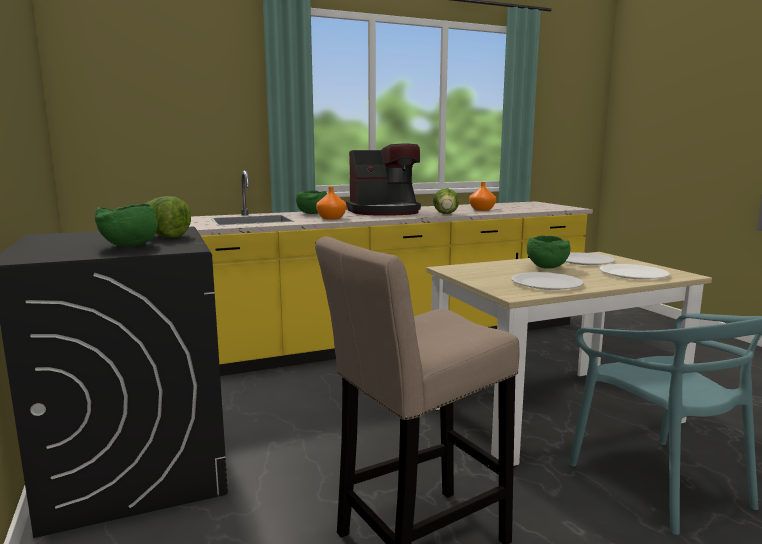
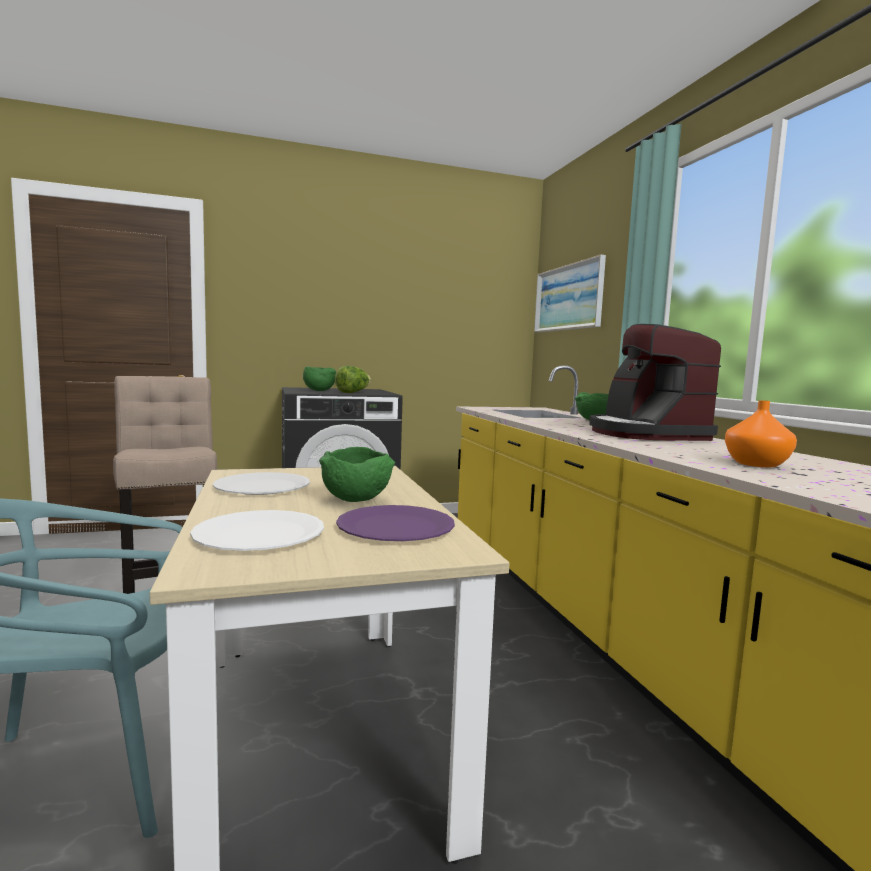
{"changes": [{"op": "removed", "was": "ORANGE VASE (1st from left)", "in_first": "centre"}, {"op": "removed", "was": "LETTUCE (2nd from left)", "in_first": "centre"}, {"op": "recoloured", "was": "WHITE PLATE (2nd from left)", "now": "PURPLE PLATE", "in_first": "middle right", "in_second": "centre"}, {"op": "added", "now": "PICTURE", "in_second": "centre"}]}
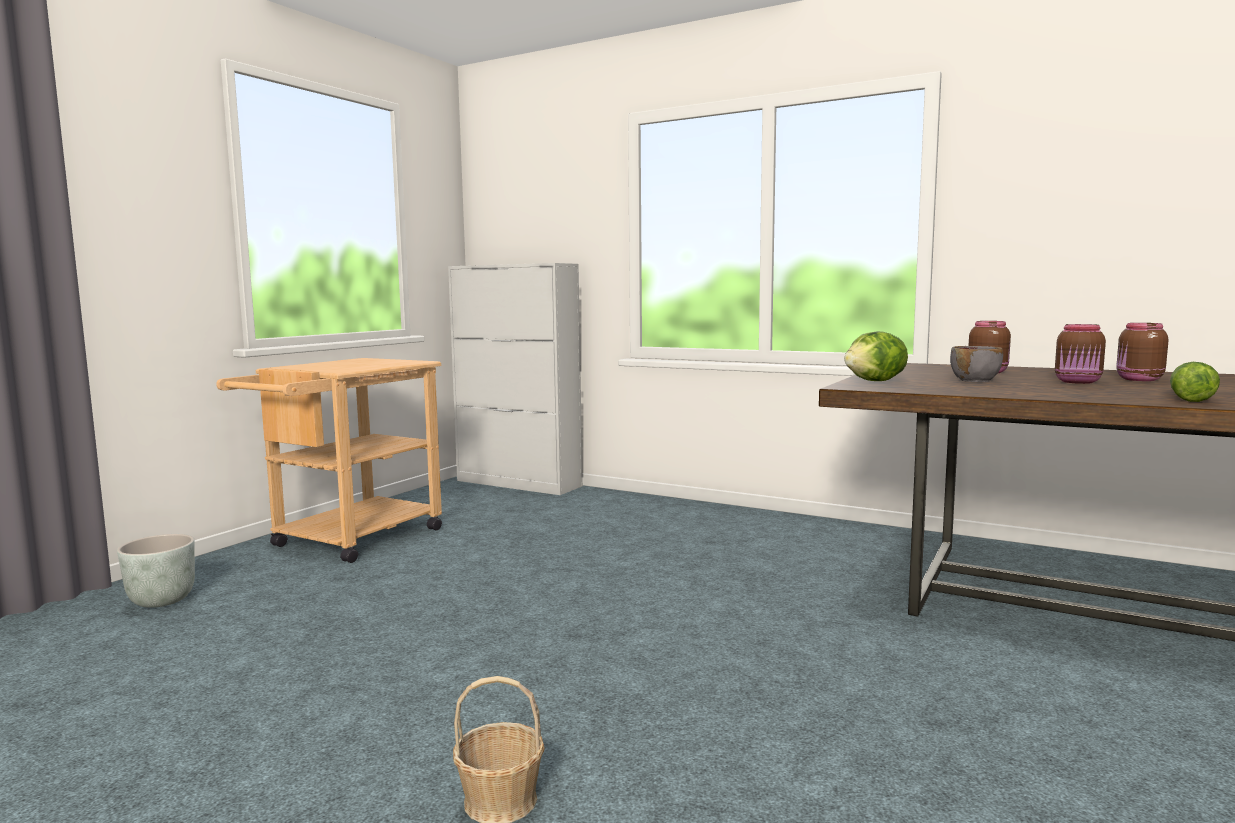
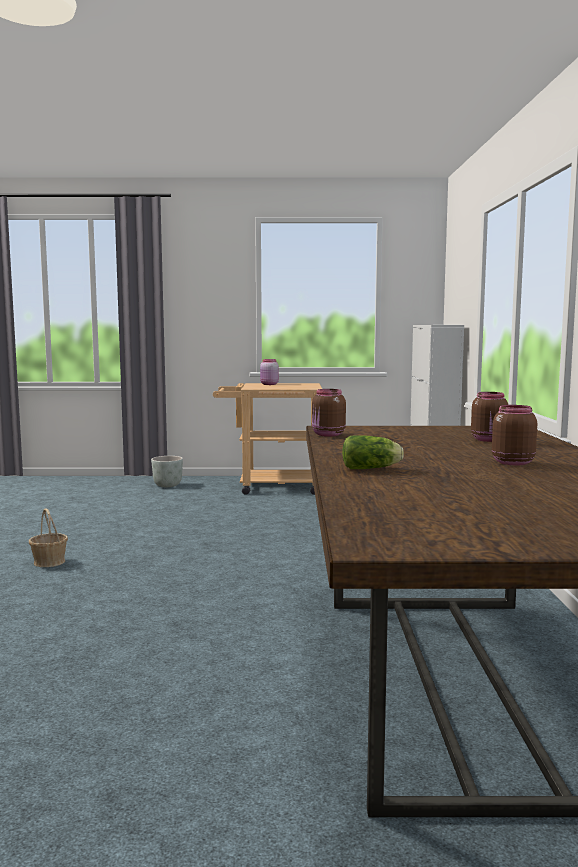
{"changes": [{"op": "moved", "was": "BROWN JAR (2nd from left in the first image)", "now": "BROWN JAR (1st from left)", "in_first": "middle right", "in_second": "centre"}, {"op": "removed", "was": "LETTUCE (1st from left)", "in_first": "middle right"}, {"op": "removed", "was": "GREY BOWL", "in_first": "middle right"}, {"op": "added", "now": "PINK JAR", "in_second": "centre"}]}
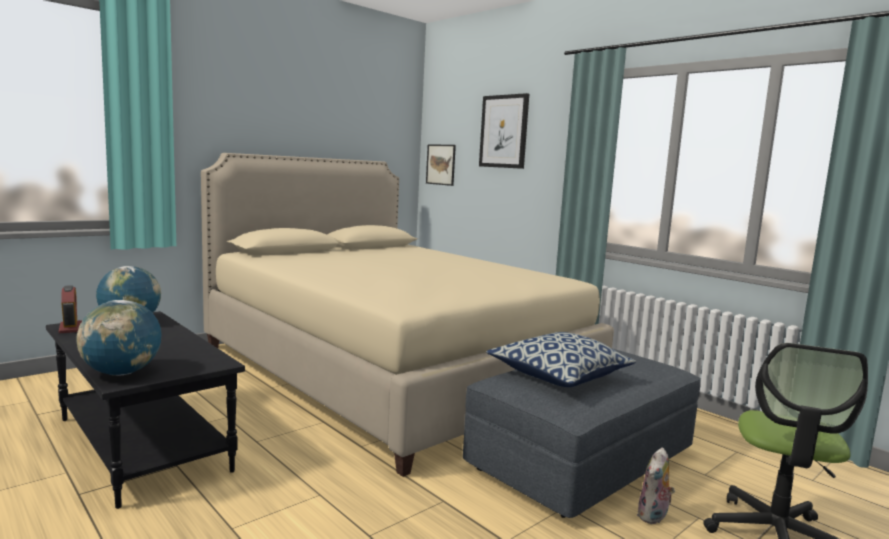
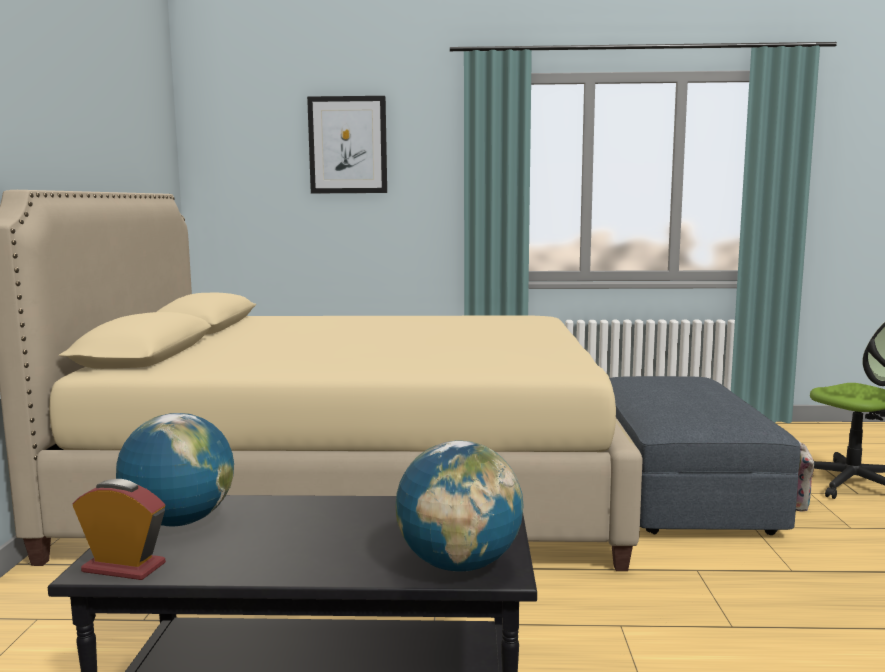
{"changes": [{"op": "removed", "was": "PICTURE (1st from left)", "in_first": "top centre"}, {"op": "removed", "was": "PILLOW", "in_first": "centre"}]}
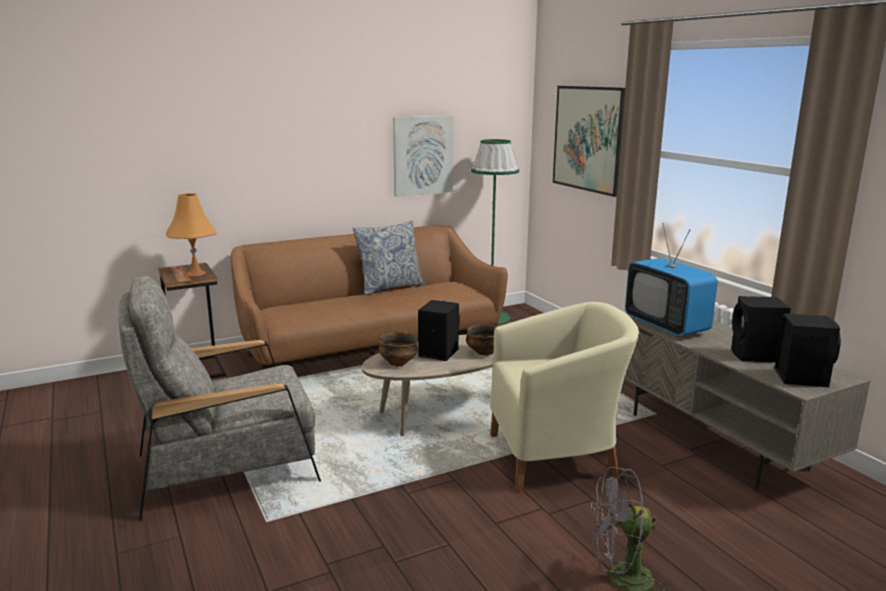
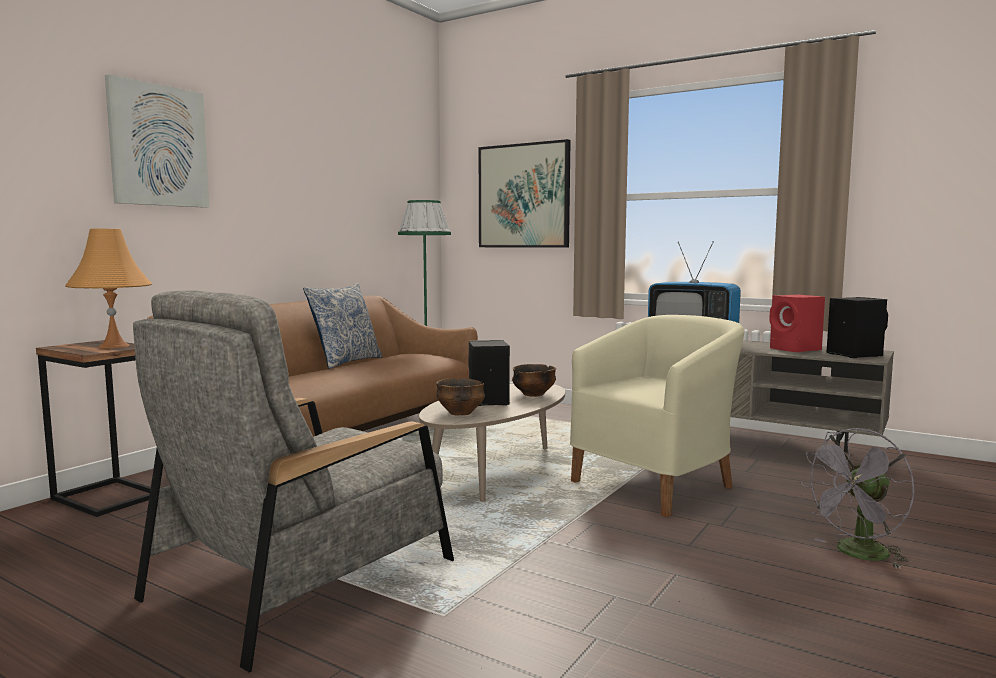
{"changes": [{"op": "moved", "was": "PICTURE (1st from left)", "in_first": "top centre", "in_second": "top left"}, {"op": "recoloured", "was": "BLACK SPEAKER (2nd from left)", "now": "RED SPEAKER", "in_first": "middle right", "in_second": "middle right"}]}
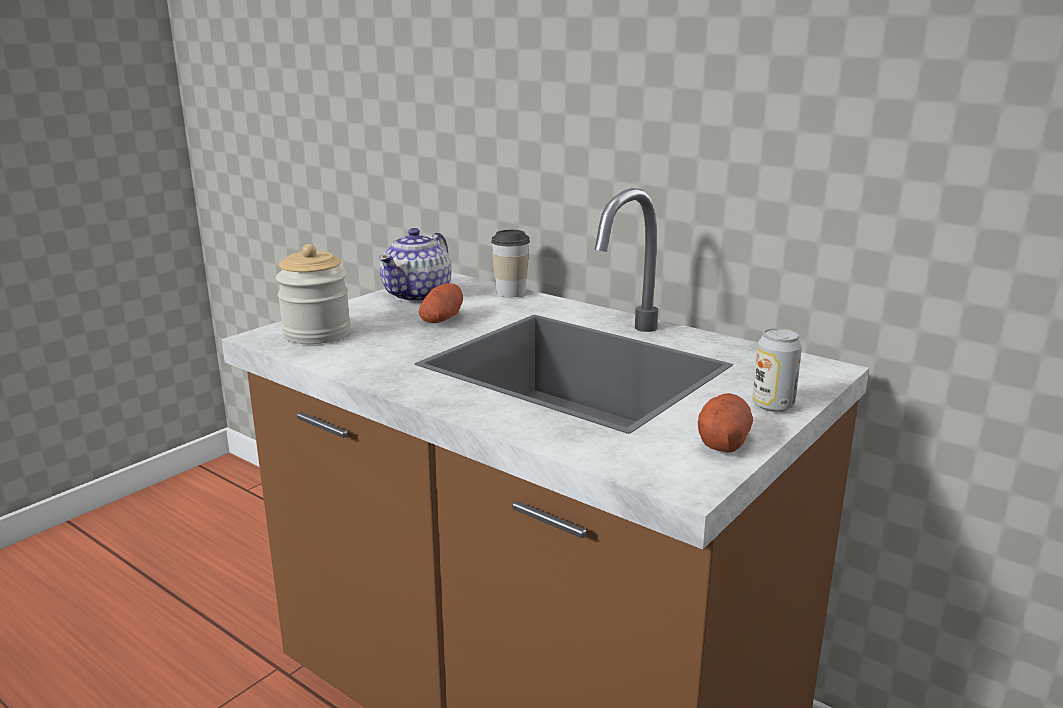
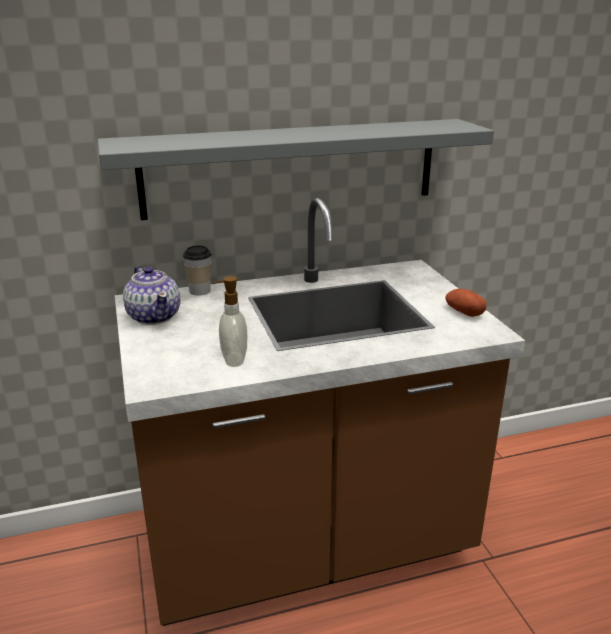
{"changes": [{"op": "removed", "was": "JAR", "in_first": "middle left"}, {"op": "removed", "was": "POTATO (1st from left)", "in_first": "centre"}, {"op": "removed", "was": "CAN", "in_first": "middle right"}, {"op": "added", "now": "GREY SHELF", "in_second": "top centre"}, {"op": "added", "now": "SOAP DISPENSER", "in_second": "centre"}]}
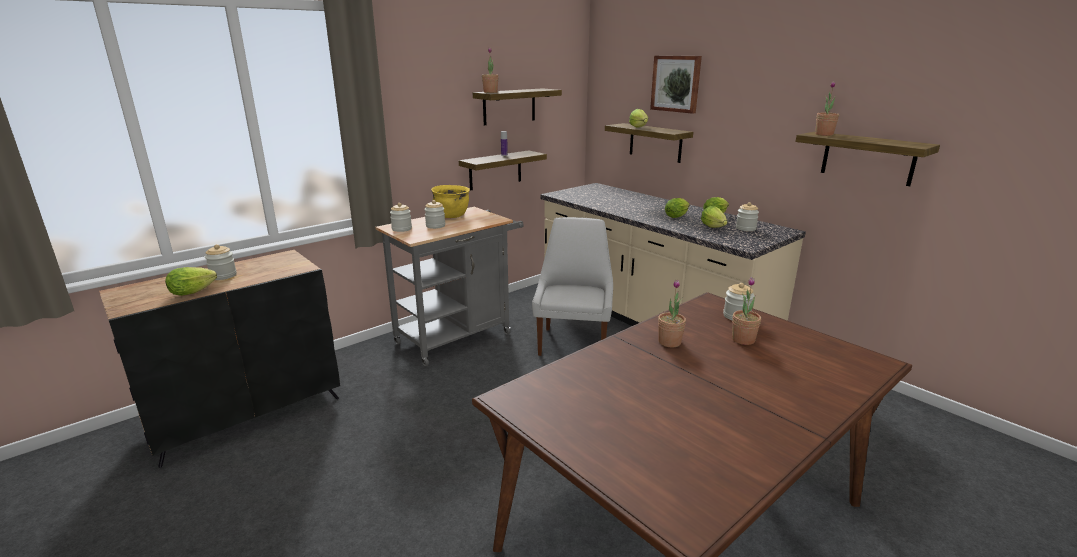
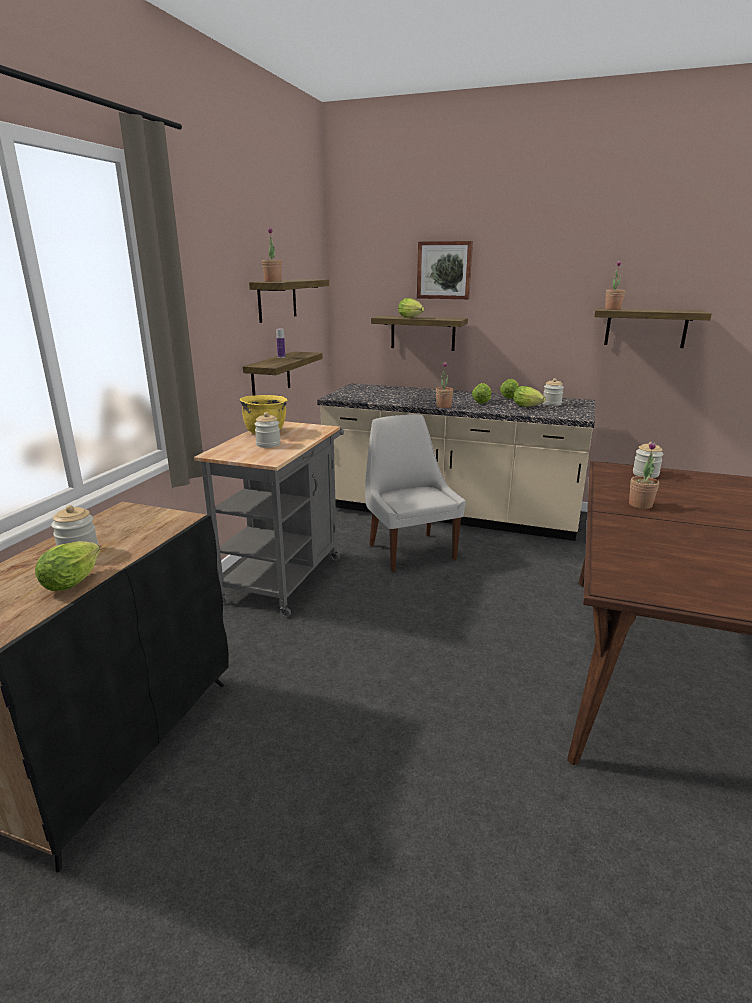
{"changes": [{"op": "removed", "was": "JAR (2nd from left)", "in_first": "centre"}, {"op": "moved", "was": "POTTED PLANT (3rd from left in the first image)", "now": "POTTED PLANT (2nd from left)", "in_first": "middle right", "in_second": "centre"}]}
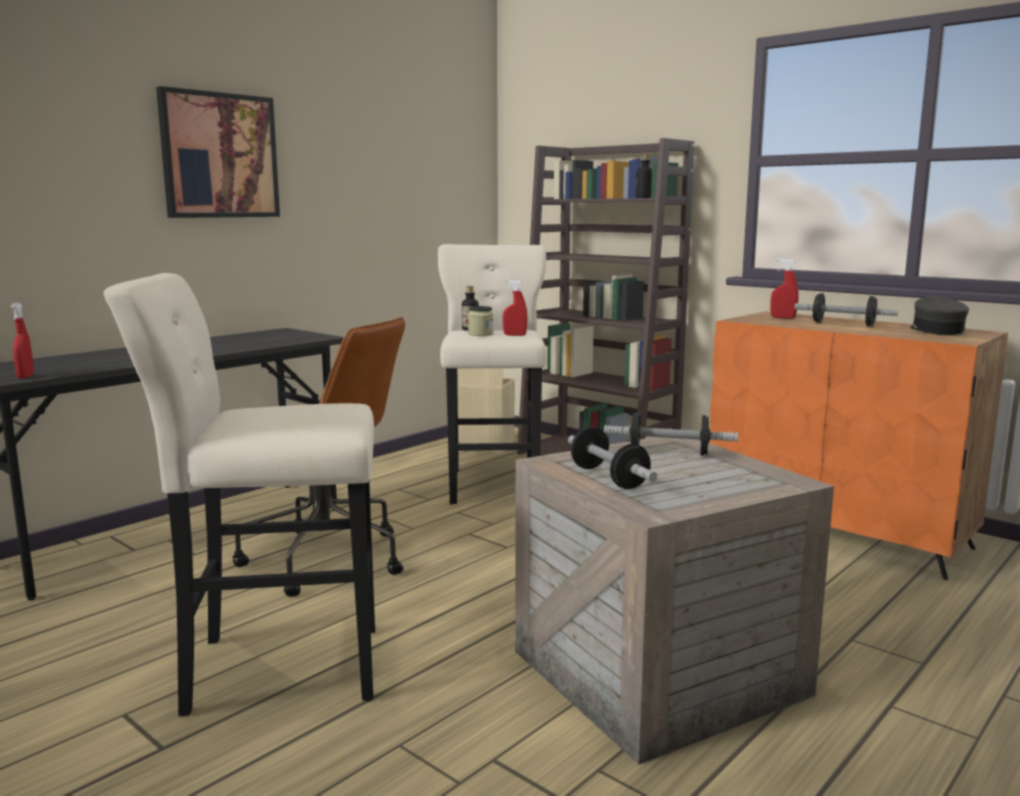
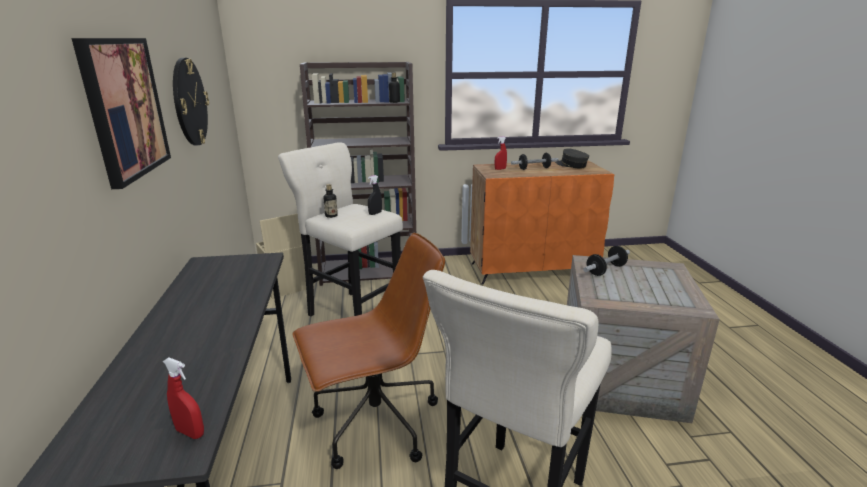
{"changes": [{"op": "recoloured", "was": "RED SPRAY BOTTLE (2nd from left)", "now": "BLACK SPRAY BOTTLE", "in_first": "centre", "in_second": "centre"}, {"op": "removed", "was": "JAR", "in_first": "centre"}, {"op": "removed", "was": "DUMBBELL (1st from left)", "in_first": "centre"}, {"op": "added", "now": "WALL CLOCK", "in_second": "top left"}]}
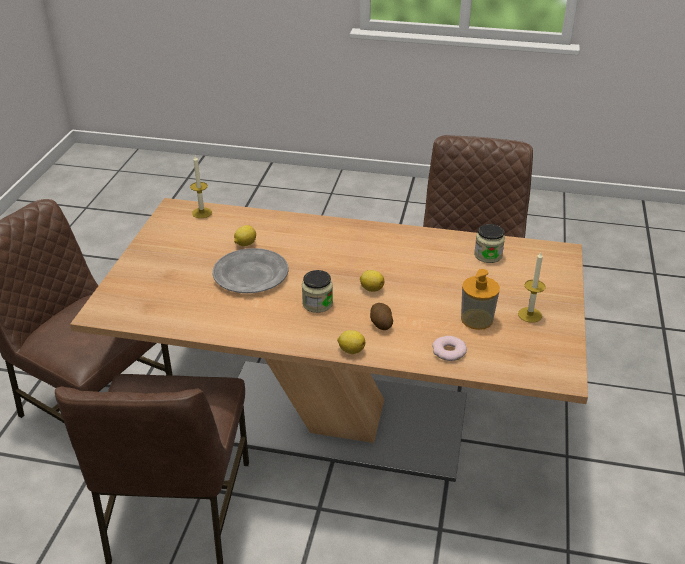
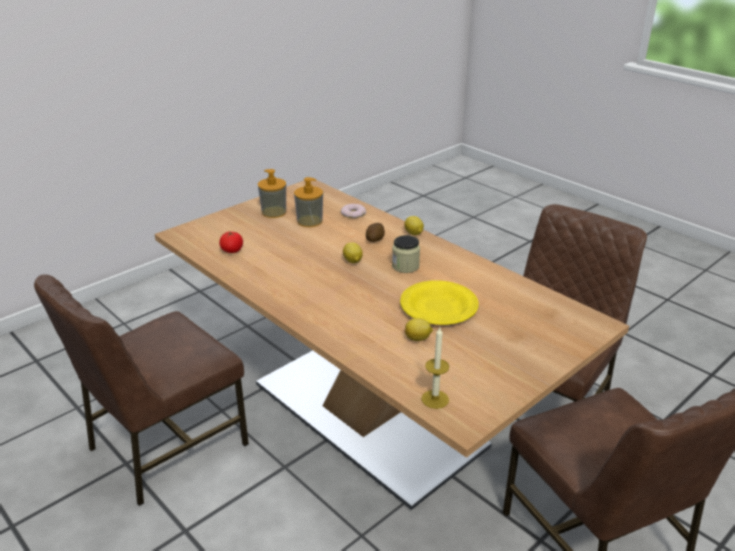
{"changes": [{"op": "replaced", "was": "JAR (2nd from left)", "now": "TOMATO", "in_first": "middle right", "in_second": "middle left"}, {"op": "recoloured", "was": "GREY PLATE", "now": "YELLOW PLATE", "in_first": "centre", "in_second": "centre"}, {"op": "replaced", "was": "CANDLE (2nd from left)", "now": "SOAP DISPENSER (1st from left)", "in_first": "middle right", "in_second": "centre"}]}
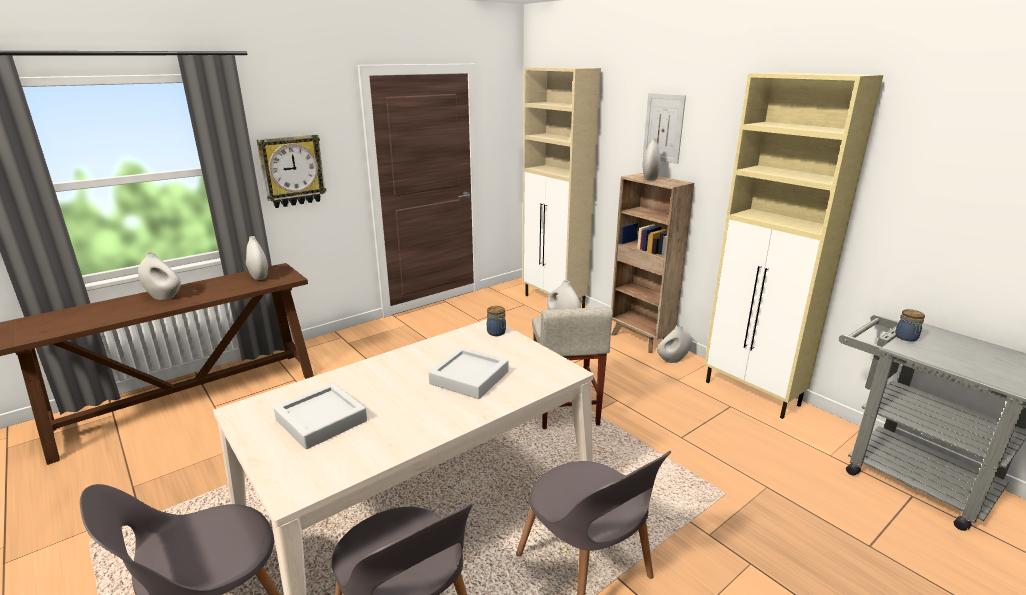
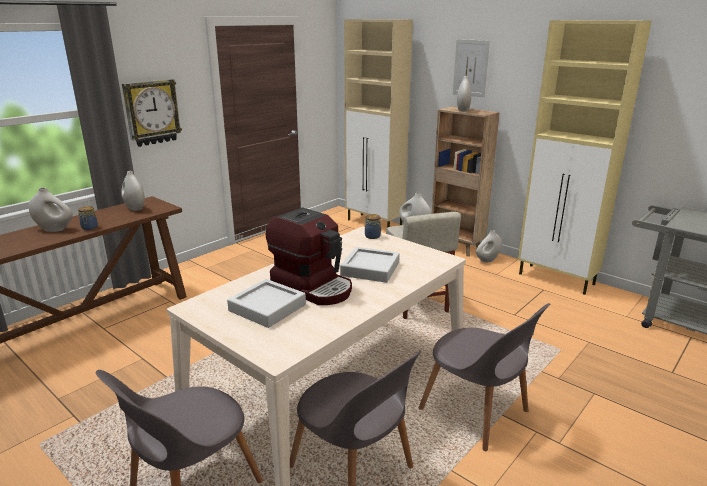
{"changes": [{"op": "moved", "was": "JAR (2nd from left in the first image)", "now": "JAR (1st from left)", "in_first": "middle right", "in_second": "middle left"}, {"op": "added", "now": "COFFEE MACHINE", "in_second": "centre"}]}
